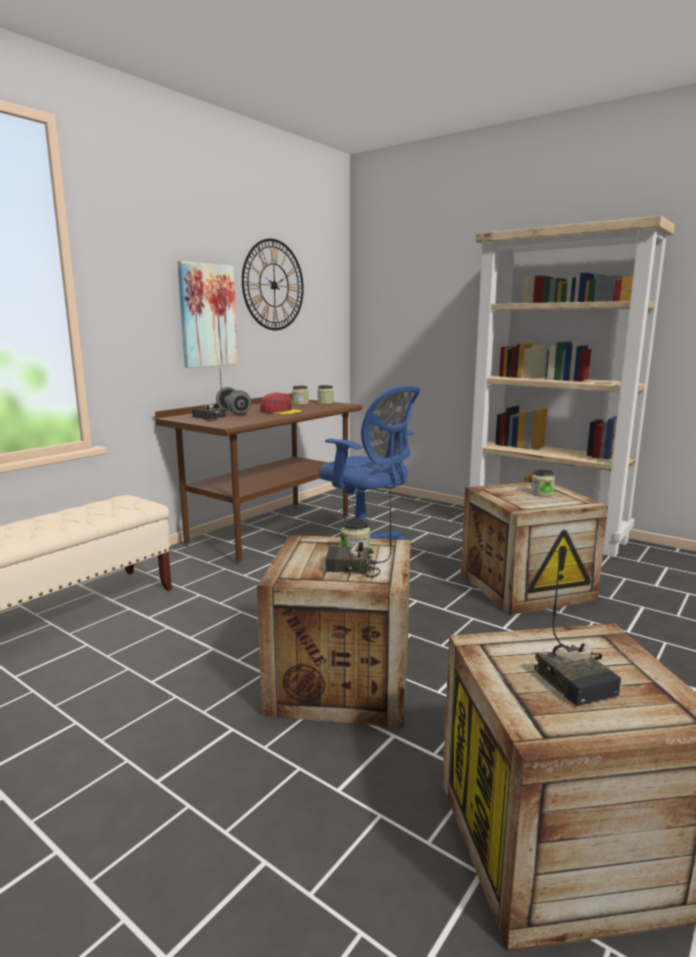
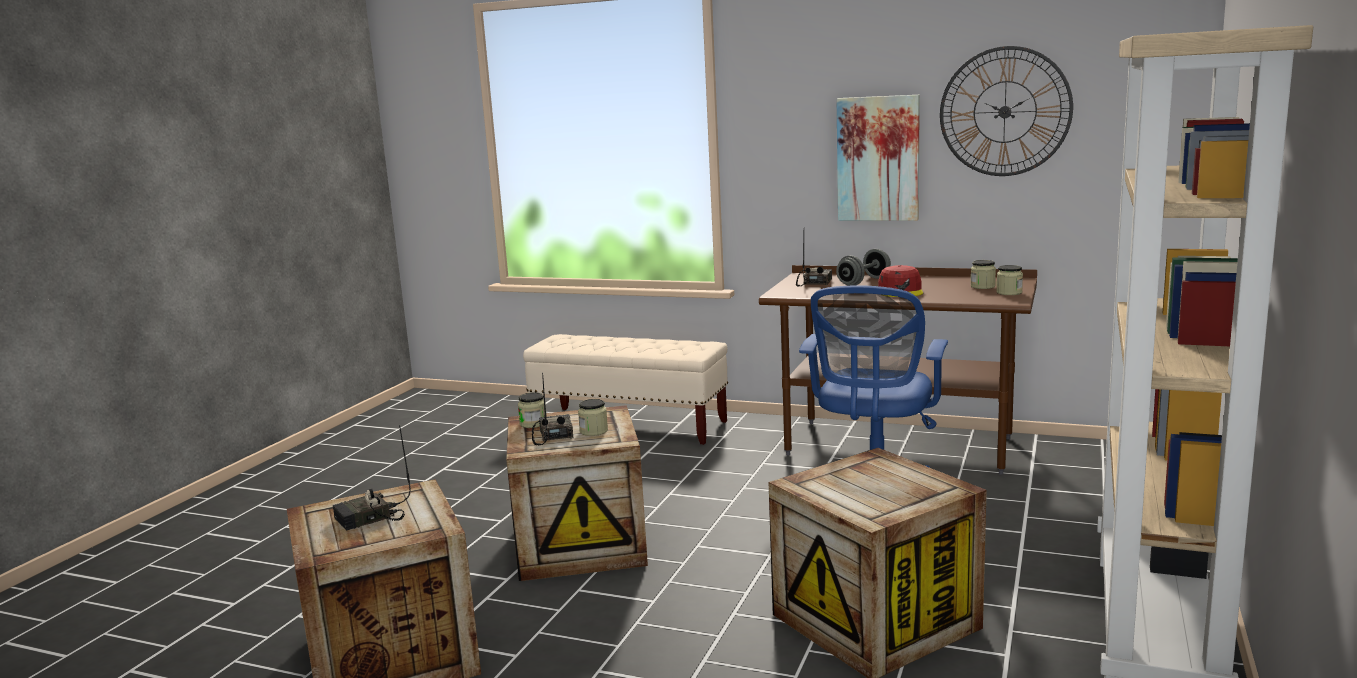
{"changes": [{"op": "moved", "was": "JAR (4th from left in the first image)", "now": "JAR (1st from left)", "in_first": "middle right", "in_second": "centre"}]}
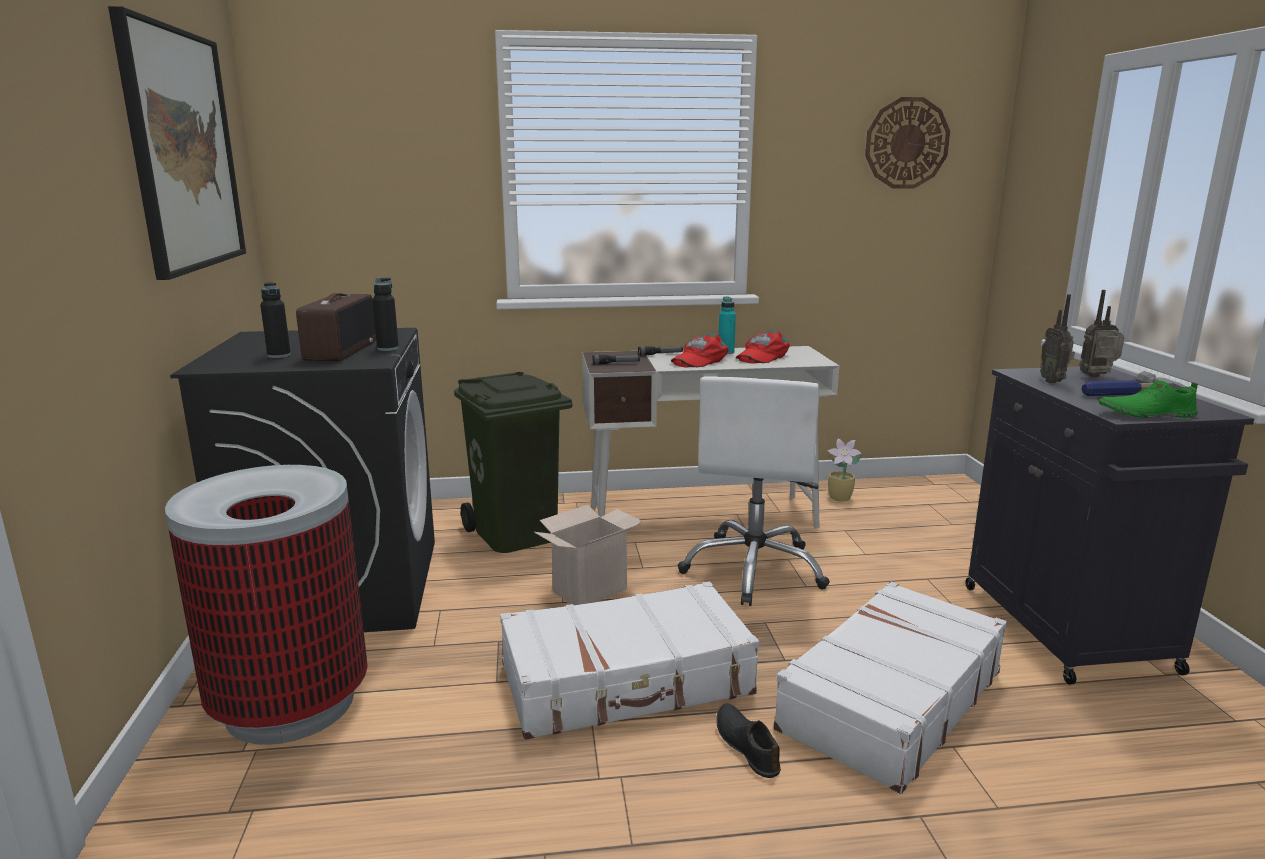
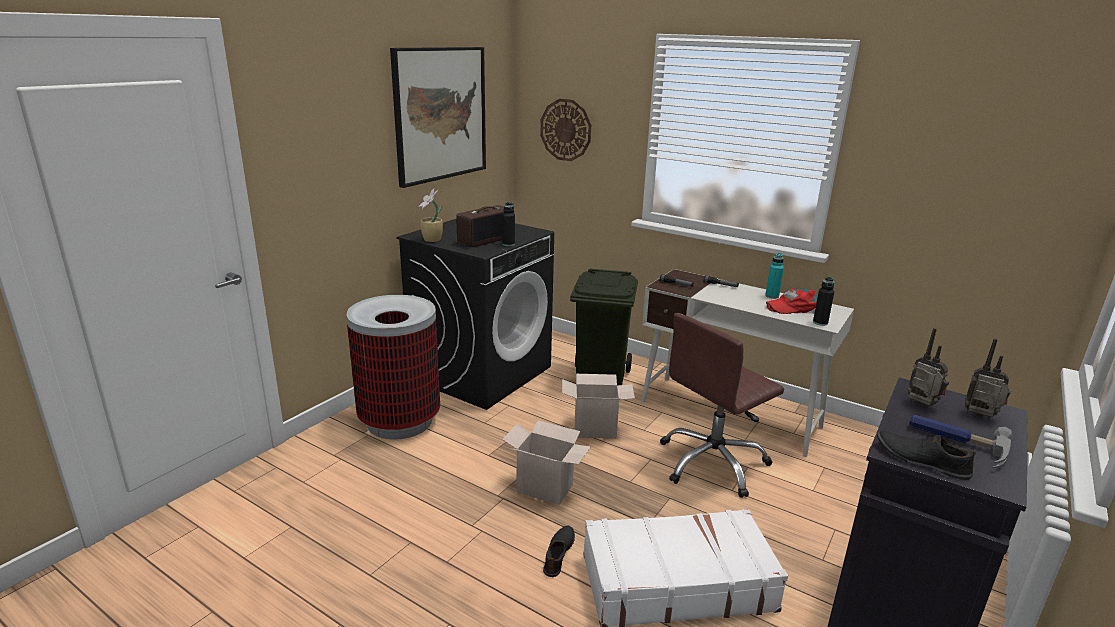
{"changes": [{"op": "moved", "was": "WALL CLOCK", "in_first": "top right", "in_second": "top centre"}, {"op": "moved", "was": "BLACK BOTTLE (1st from left in the first image)", "now": "BLACK BOTTLE (2nd from left)", "in_first": "middle left", "in_second": "middle right"}, {"op": "turned", "was": "RADIO (2nd from left)", "in_first": "middle right", "in_second": "middle right", "clockwise": 105}, {"op": "removed", "was": "RED CAP (1st from left)", "in_first": "centre"}, {"op": "recoloured", "was": "WHITE OFFICE CHAIR", "now": "BROWN OFFICE CHAIR", "in_first": "centre", "in_second": "centre"}, {"op": "recoloured", "was": "GREEN SHOE", "now": "BLACK SHOE (2nd from left)", "in_first": "middle right", "in_second": "bottom right"}, {"op": "moved", "was": "POTTED PLANT", "in_first": "middle right", "in_second": "centre"}, {"op": "replaced", "was": "WHITE SUITCASE (1st from left)", "now": "CARDBOARD BOX (1st from left)", "in_first": "bottom centre", "in_second": "bottom centre"}]}
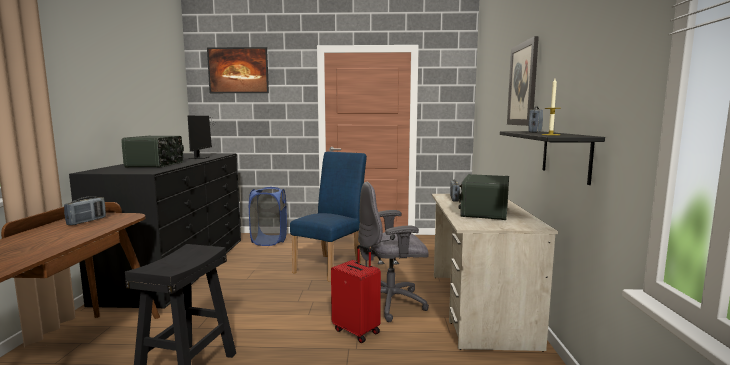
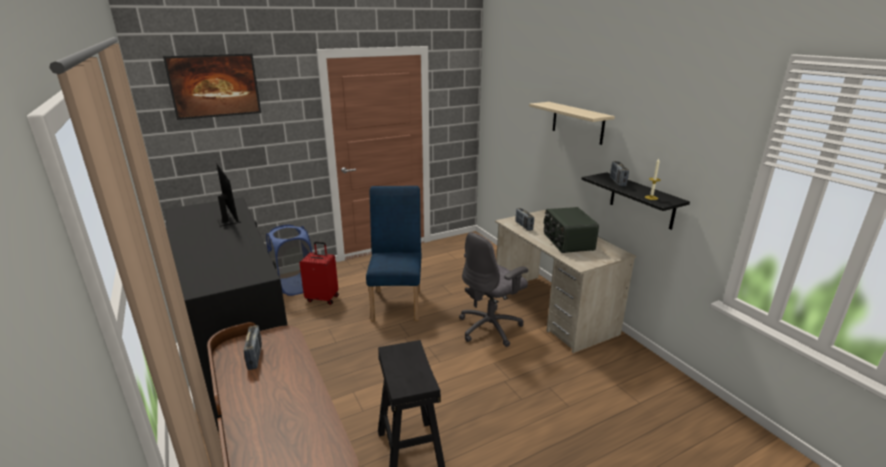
{"changes": [{"op": "replaced", "was": "PICTURE (2nd from left)", "now": "BEIGE SHELF", "in_first": "top right", "in_second": "top centre"}, {"op": "removed", "was": "RADIO (2nd from left)", "in_first": "middle left"}, {"op": "moved", "was": "RED SUITCASE", "in_first": "bottom centre", "in_second": "centre"}]}
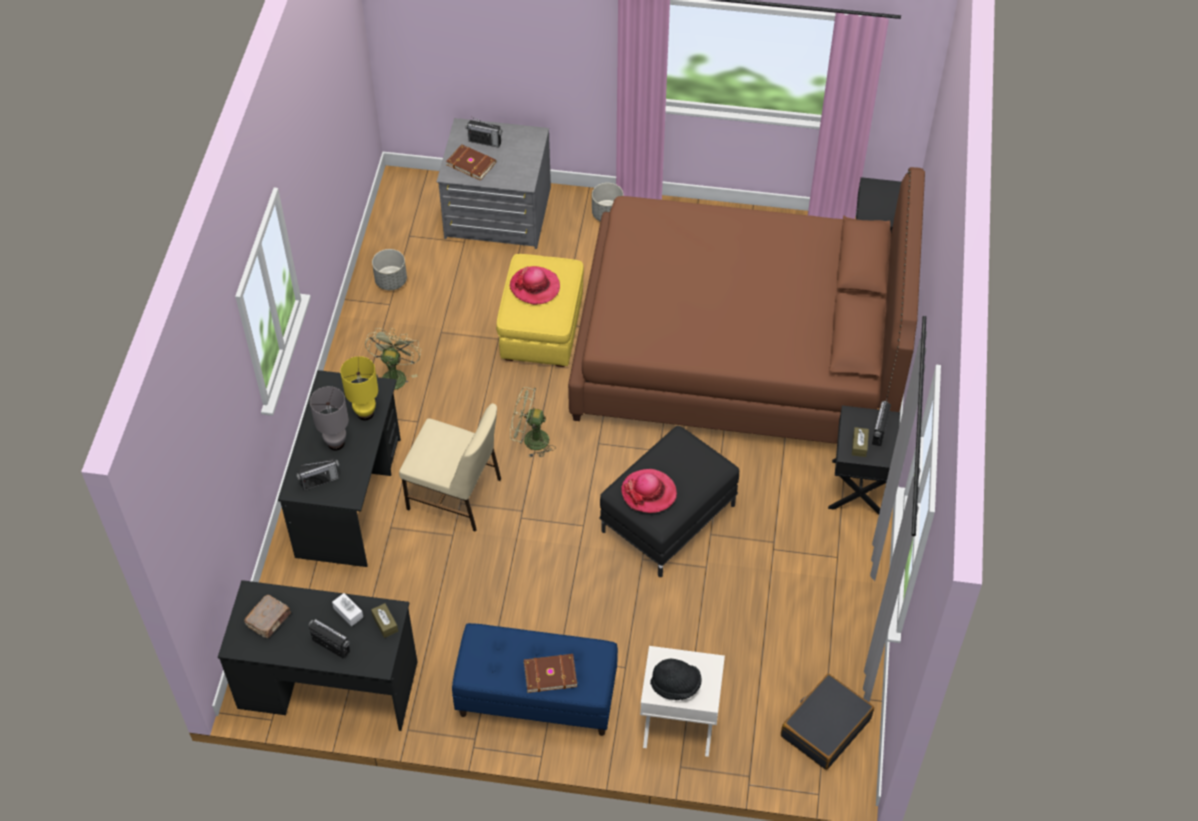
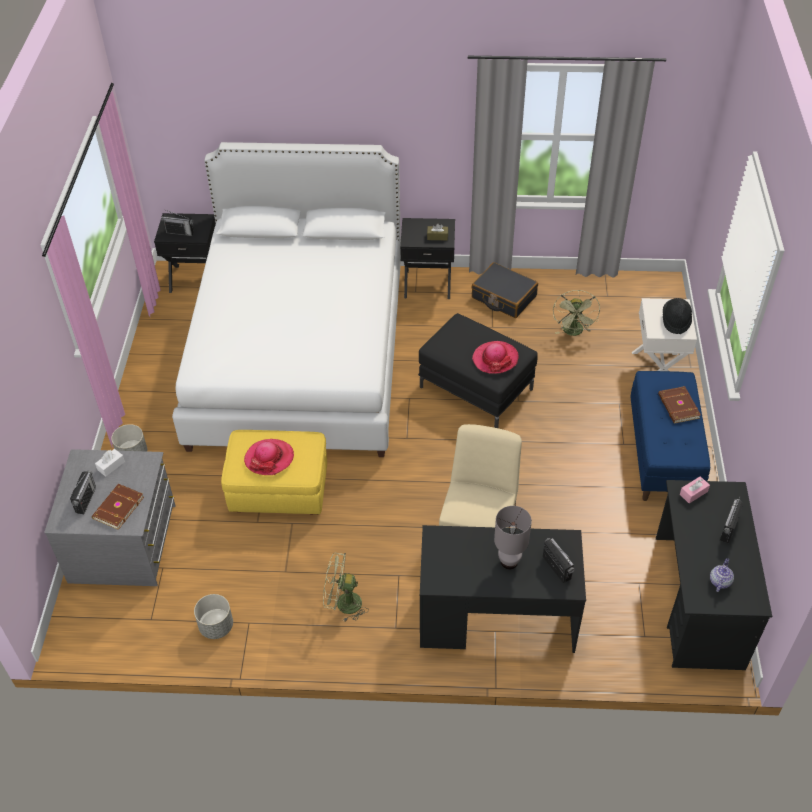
{"changes": [{"op": "recoloured", "was": "BROWN BED", "now": "WHITE BED", "in_first": "centre", "in_second": "centre"}, {"op": "removed", "was": "YELLOW TABLE LAMP", "in_first": "middle left"}, {"op": "moved", "was": "GREEN FAN (2nd from left)", "in_first": "centre", "in_second": "middle right"}, {"op": "moved", "was": "RADIO (4th from left in the first image)", "now": "RADIO (2nd from left)", "in_first": "middle right", "in_second": "top left"}, {"op": "moved", "was": "WHITE TISSUE BOX", "in_first": "bottom left", "in_second": "middle left"}, {"op": "replaced", "was": "BROWN BOOK (1st from left)", "now": "TEAPOT", "in_first": "bottom left", "in_second": "bottom right"}, {"op": "recoloured", "was": "BROWN TISSUE BOX (1st from left)", "now": "PINK TISSUE BOX", "in_first": "bottom left", "in_second": "middle right"}, {"op": "moved", "was": "BLACK SUITCASE", "in_first": "bottom right", "in_second": "centre"}]}
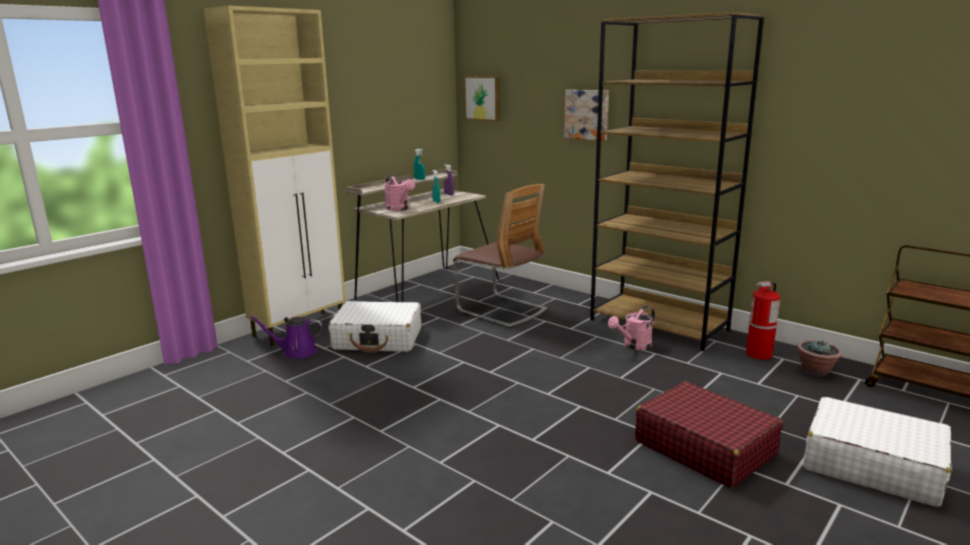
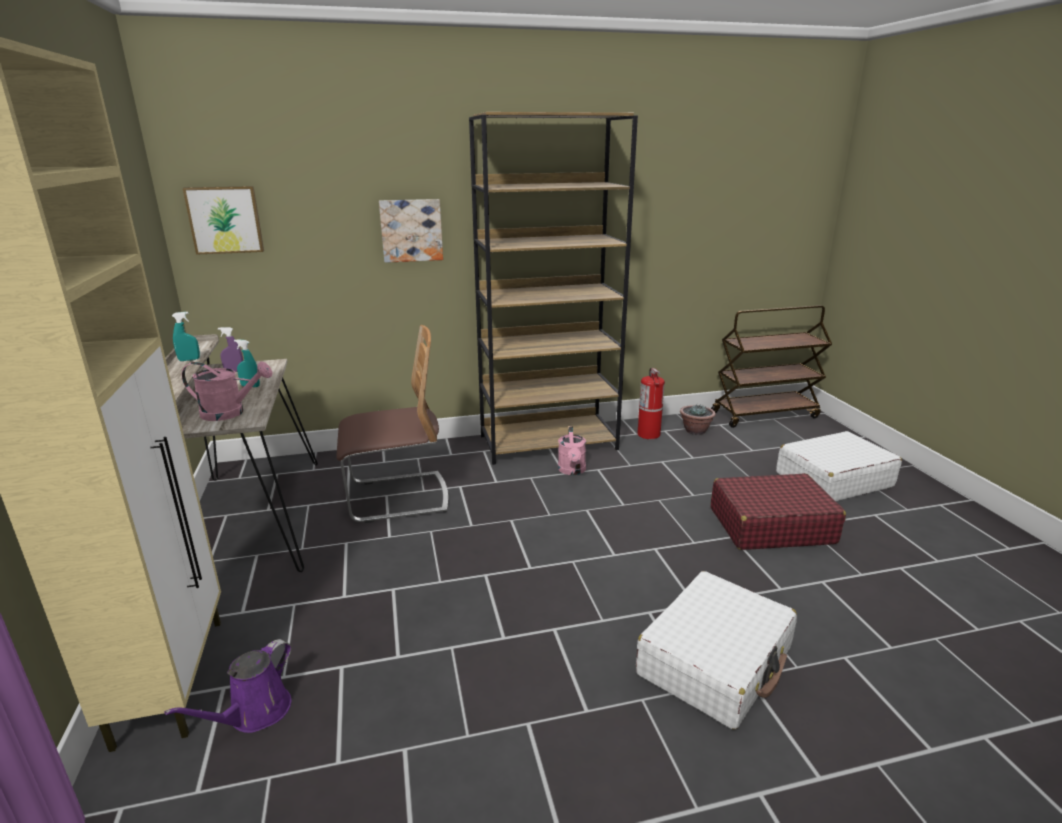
{"changes": [{"op": "moved", "was": "WHITE SUITCASE (1st from left)", "in_first": "centre", "in_second": "bottom right"}]}
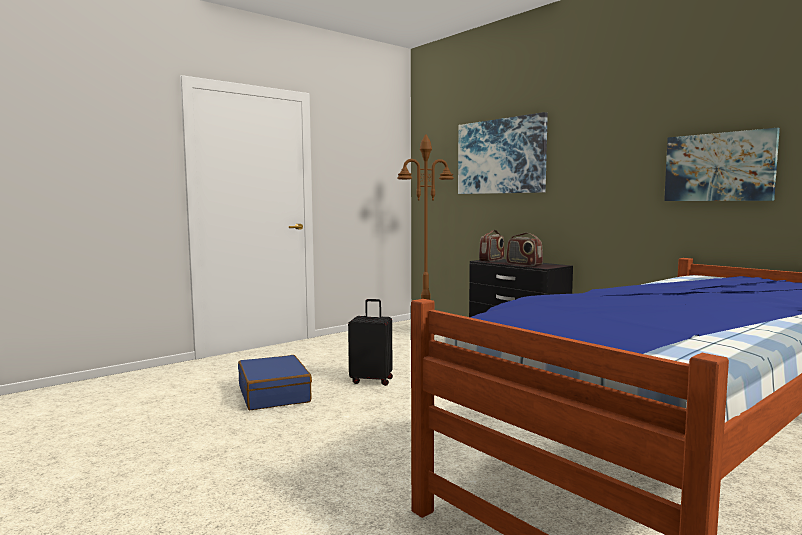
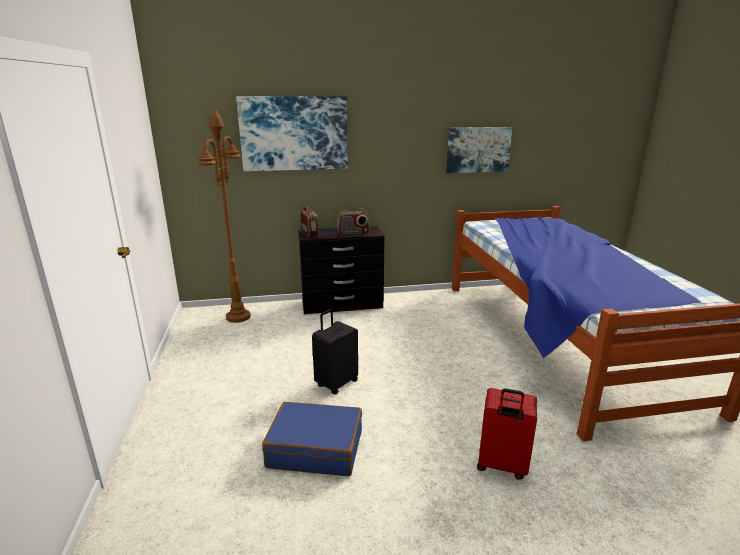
{"changes": [{"op": "added", "now": "RED SUITCASE", "in_second": "bottom right"}]}
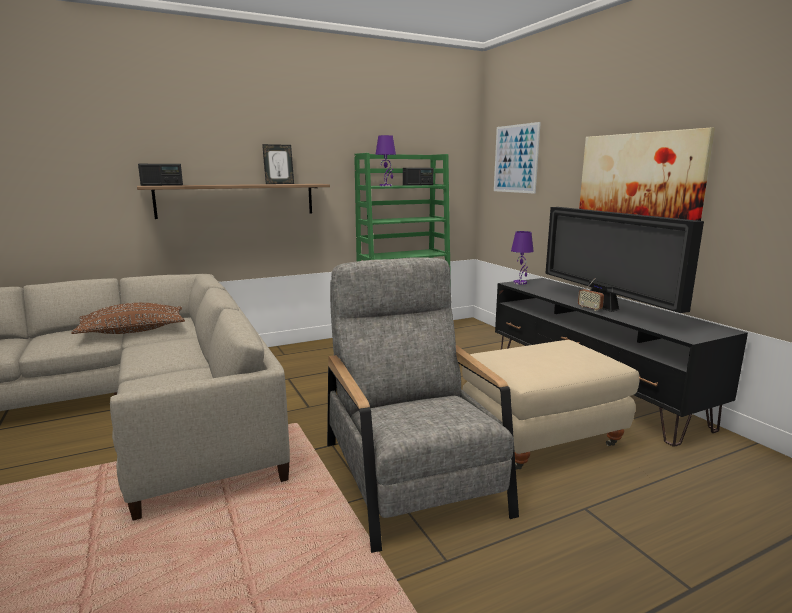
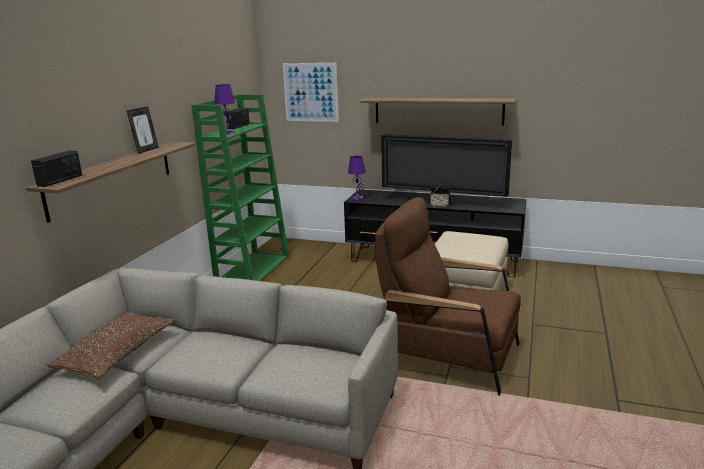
{"changes": [{"op": "replaced", "was": "PICTURE (2nd from left)", "now": "SHELF (2nd from left)", "in_first": "top right", "in_second": "top centre"}, {"op": "recoloured", "was": "GREY ARMCHAIR", "now": "BROWN ARMCHAIR", "in_first": "centre", "in_second": "centre"}]}
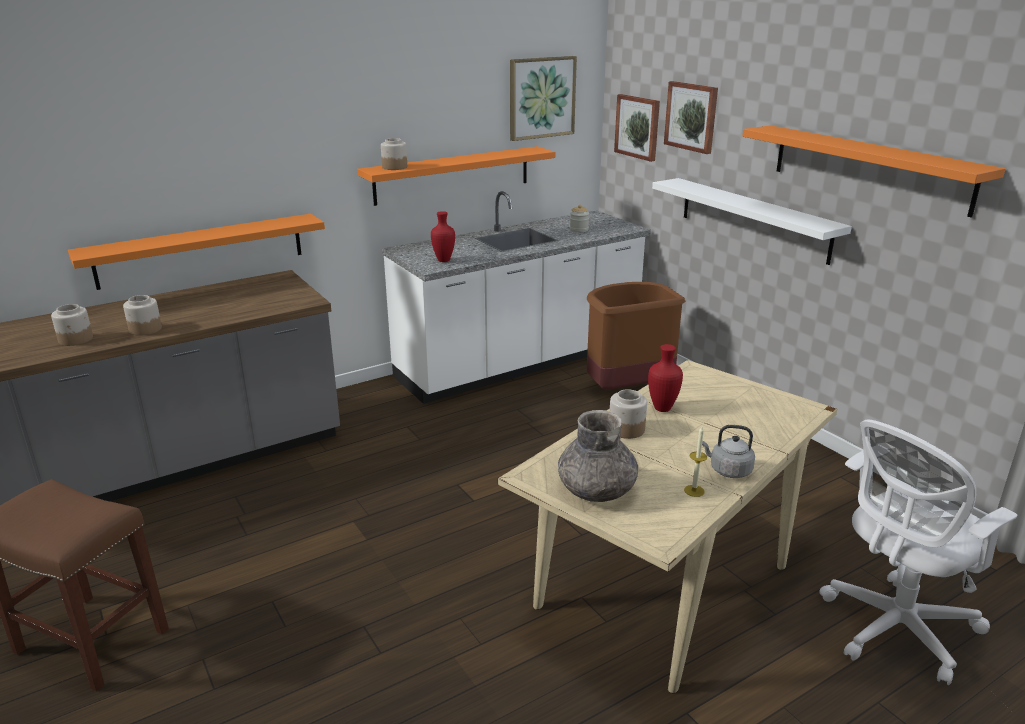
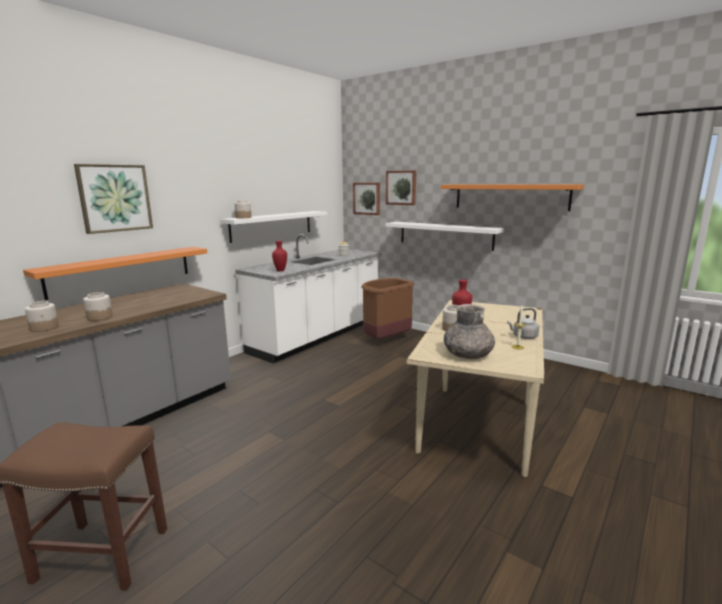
{"changes": [{"op": "moved", "was": "PICTURE (1st from left)", "in_first": "top centre", "in_second": "top left"}, {"op": "recoloured", "was": "ORANGE SHELF (2nd from left)", "now": "WHITE SHELF (1st from left)", "in_first": "top centre", "in_second": "centre"}, {"op": "removed", "was": "WHITE OFFICE CHAIR", "in_first": "bottom right"}]}
